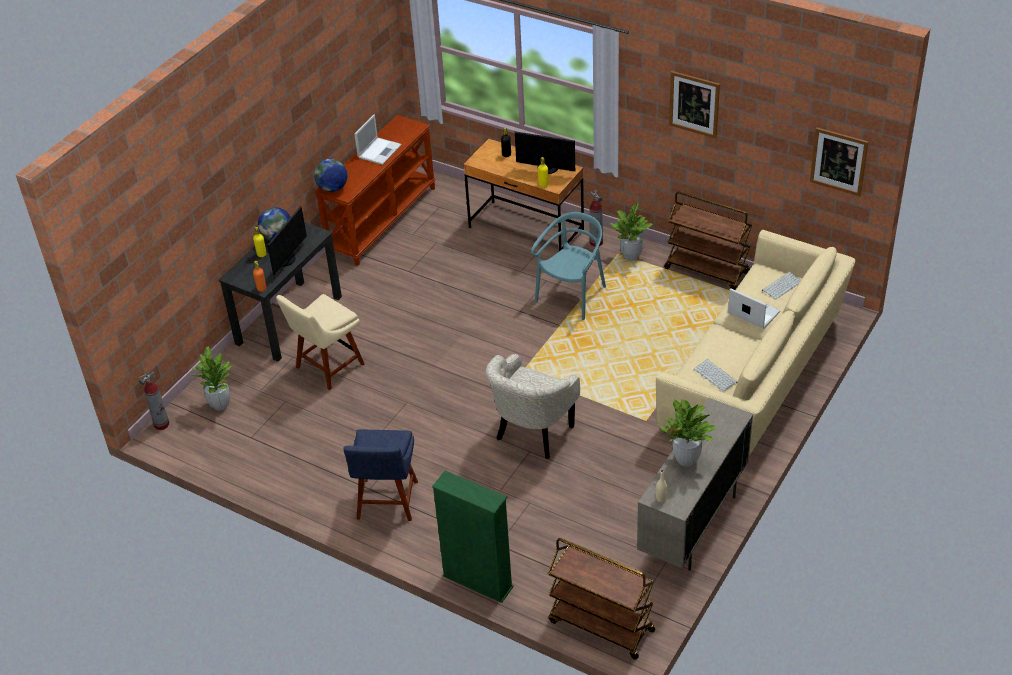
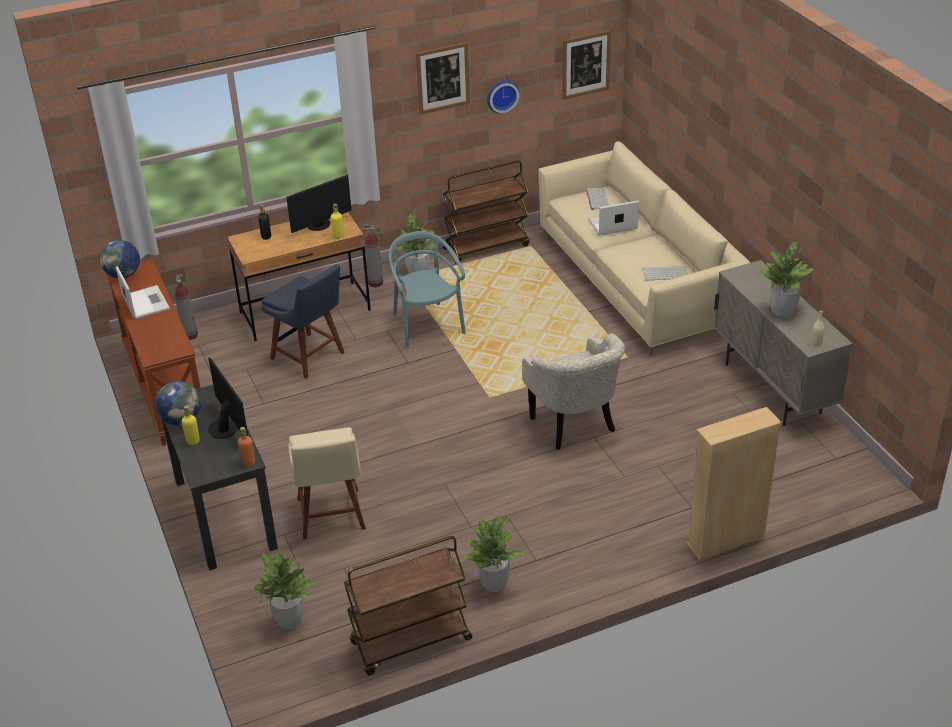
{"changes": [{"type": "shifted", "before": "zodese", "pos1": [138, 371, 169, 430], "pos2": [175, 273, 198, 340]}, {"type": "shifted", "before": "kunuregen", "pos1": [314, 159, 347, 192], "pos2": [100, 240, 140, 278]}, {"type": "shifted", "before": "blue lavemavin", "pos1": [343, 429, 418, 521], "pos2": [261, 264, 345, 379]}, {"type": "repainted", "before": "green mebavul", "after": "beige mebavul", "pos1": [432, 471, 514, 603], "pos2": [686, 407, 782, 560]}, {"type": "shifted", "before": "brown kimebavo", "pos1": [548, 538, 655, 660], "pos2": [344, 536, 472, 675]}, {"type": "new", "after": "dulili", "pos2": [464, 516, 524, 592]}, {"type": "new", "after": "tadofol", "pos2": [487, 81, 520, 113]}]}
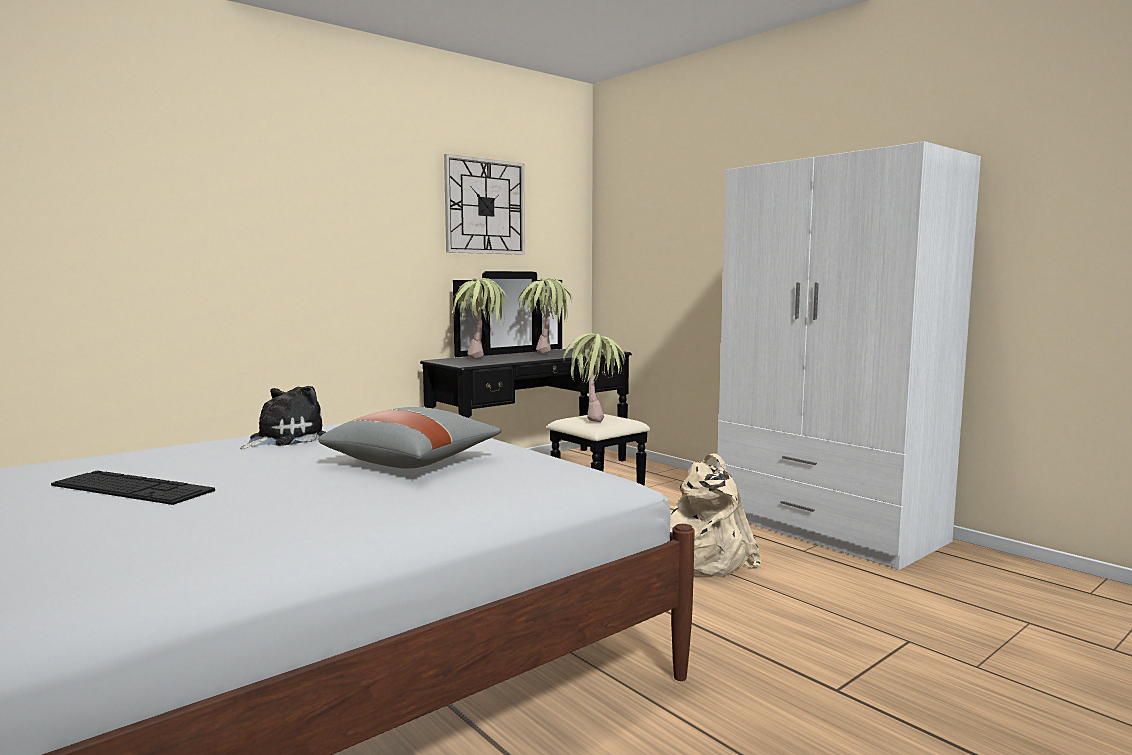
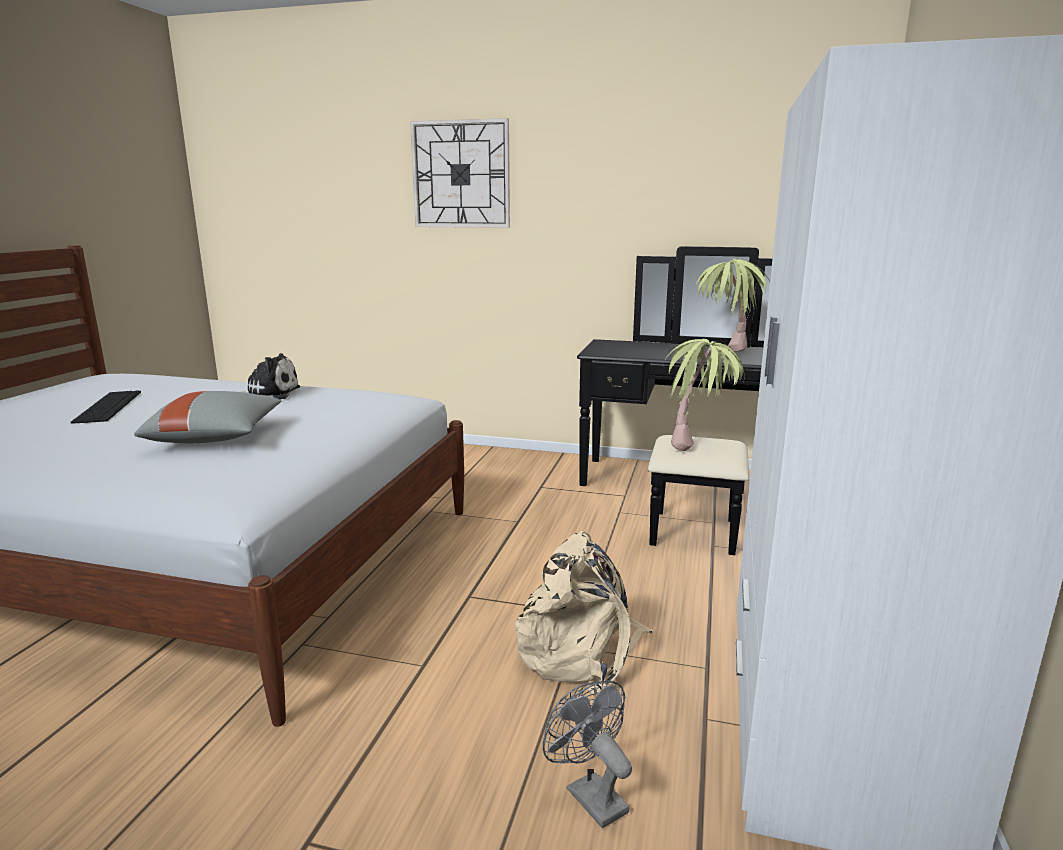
{"changes": [{"type": "shifted", "before": "tadofol", "pos1": [444, 154, 525, 255], "pos2": [410, 118, 510, 228]}, {"type": "gone", "before": "dulili", "pos1": [451, 278, 508, 359]}, {"type": "new", "after": "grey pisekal", "pos2": [543, 680, 632, 828]}]}
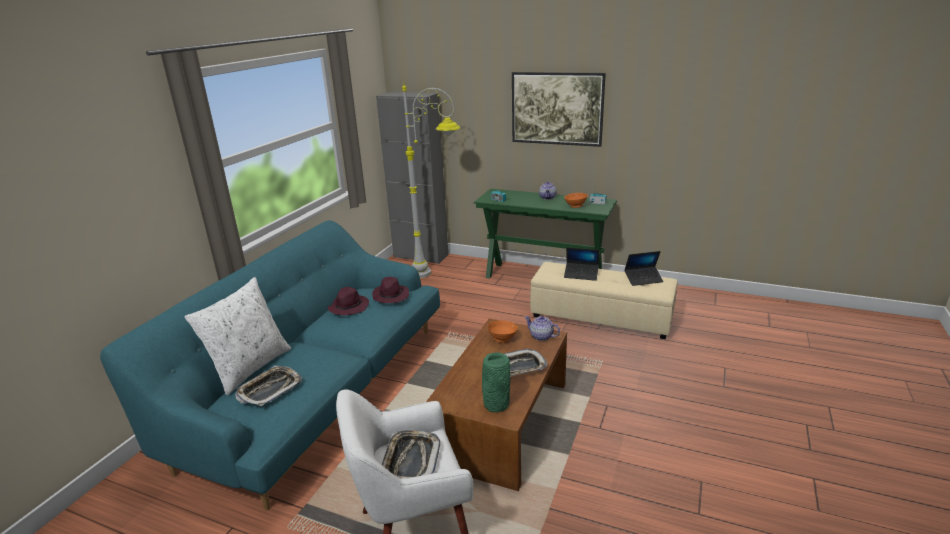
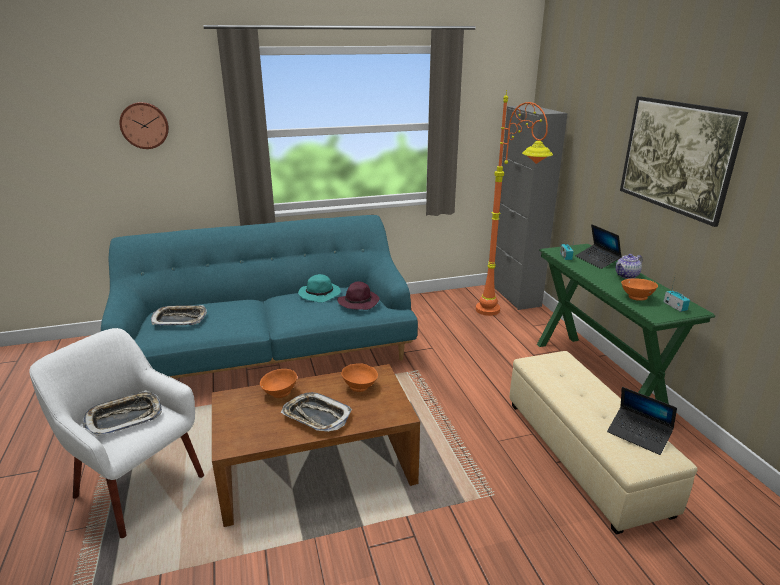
{"changes": [{"type": "gone", "before": "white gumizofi", "pos1": [185, 277, 291, 395]}, {"type": "repainted", "before": "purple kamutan", "after": "turquoise kamutan", "pos1": [327, 287, 369, 315], "pos2": [298, 274, 341, 303]}, {"type": "repainted", "before": "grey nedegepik", "after": "orange nedegepik", "pos1": [402, 81, 460, 278], "pos2": [476, 90, 553, 316]}, {"type": "gone", "before": "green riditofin", "pos1": [482, 352, 510, 412]}, {"type": "gone", "before": "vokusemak", "pos1": [525, 316, 560, 341]}, {"type": "shifted", "before": "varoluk", "pos1": [564, 247, 599, 281], "pos2": [575, 224, 622, 269]}, {"type": "new", "after": "tadofol", "pos2": [119, 102, 169, 149]}, {"type": "new", "after": "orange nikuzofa", "pos2": [260, 369, 297, 398]}]}
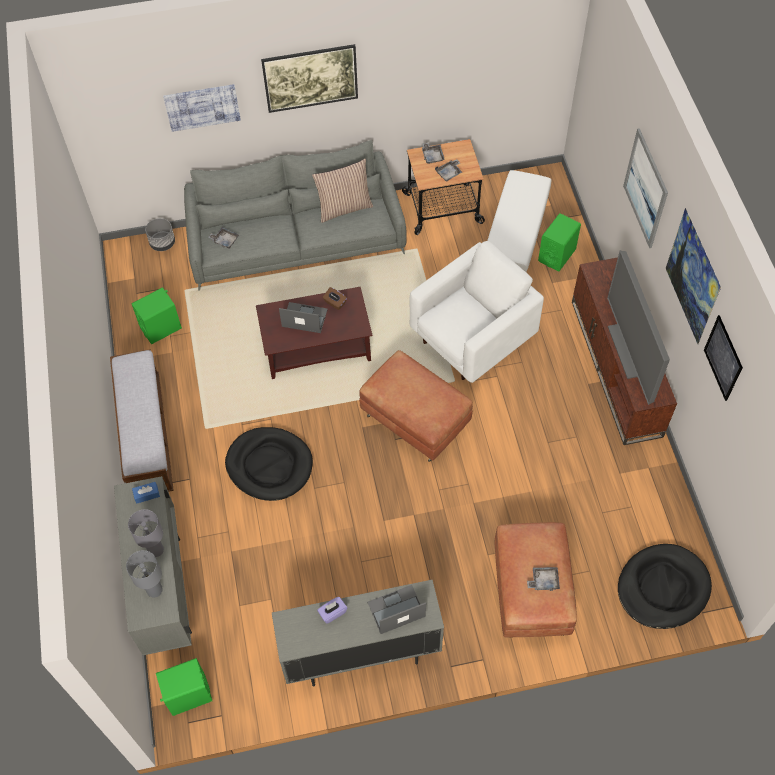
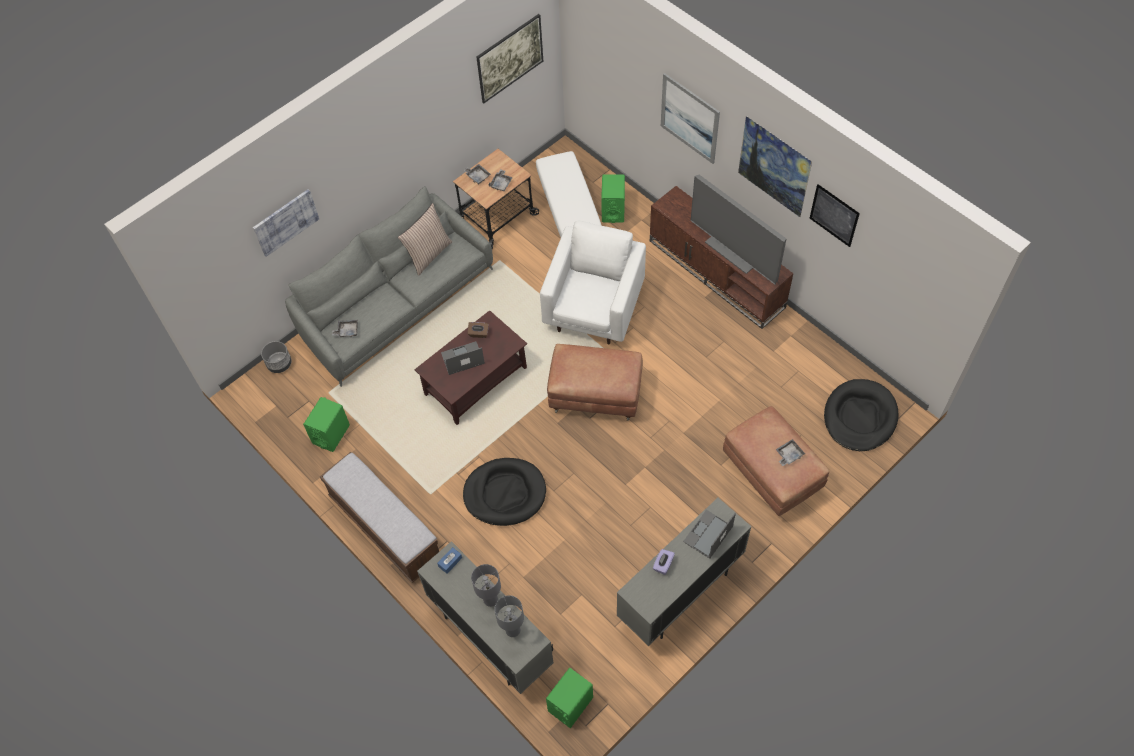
{"changes": [{"type": "shifted", "before": "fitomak", "pos1": [261, 44, 358, 113], "pos2": [476, 14, 543, 103]}]}
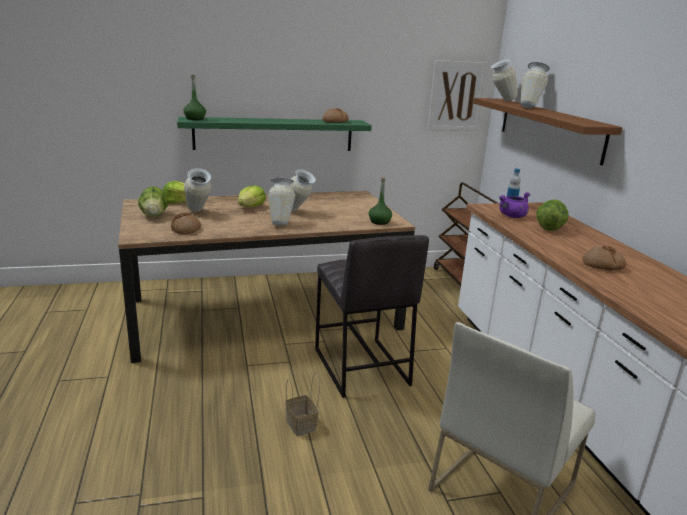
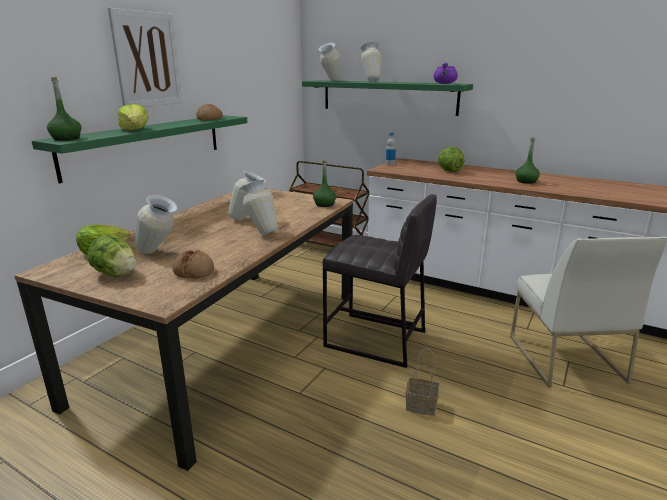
{"changes": [{"type": "shifted", "before": "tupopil", "pos1": [238, 185, 266, 207], "pos2": [118, 104, 149, 130]}, {"type": "shifted", "before": "fitomak", "pos1": [427, 60, 488, 131], "pos2": [108, 8, 182, 107]}, {"type": "repainted", "before": "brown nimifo", "after": "green nimifo", "pos1": [473, 98, 623, 166], "pos2": [302, 80, 473, 116]}, {"type": "shifted", "before": "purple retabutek", "pos1": [499, 192, 531, 218], "pos2": [434, 62, 458, 84]}, {"type": "swapped", "before": "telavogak", "after": "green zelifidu", "pos1": [582, 246, 626, 270], "pos2": [515, 137, 540, 184]}]}
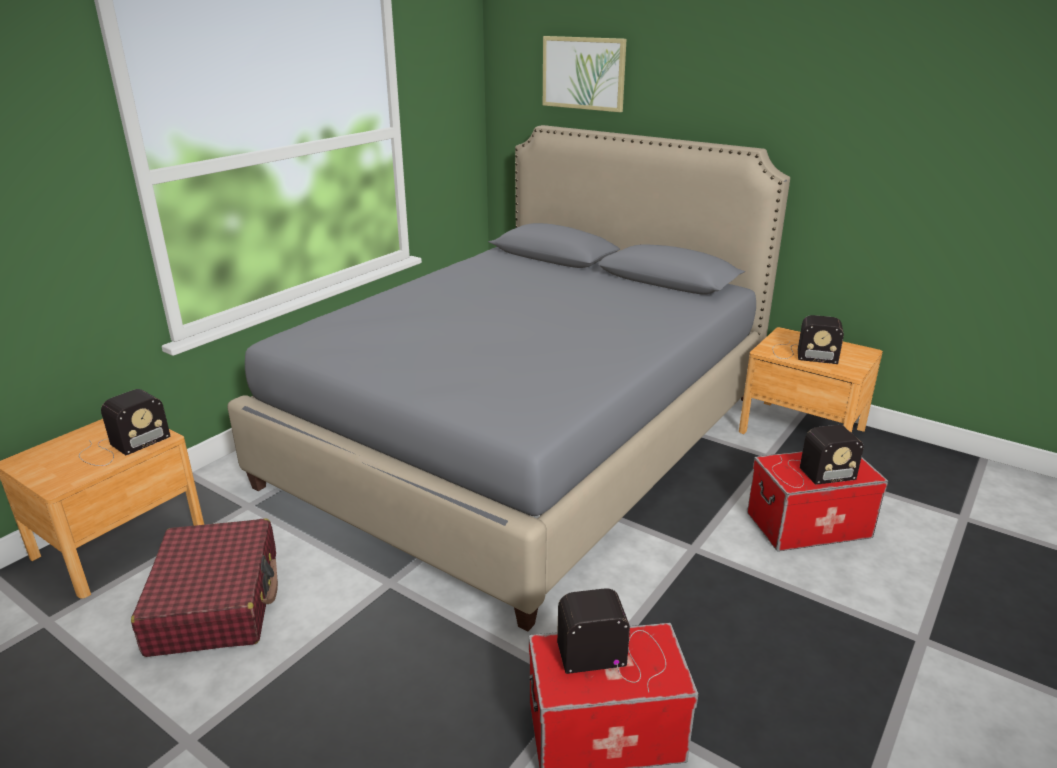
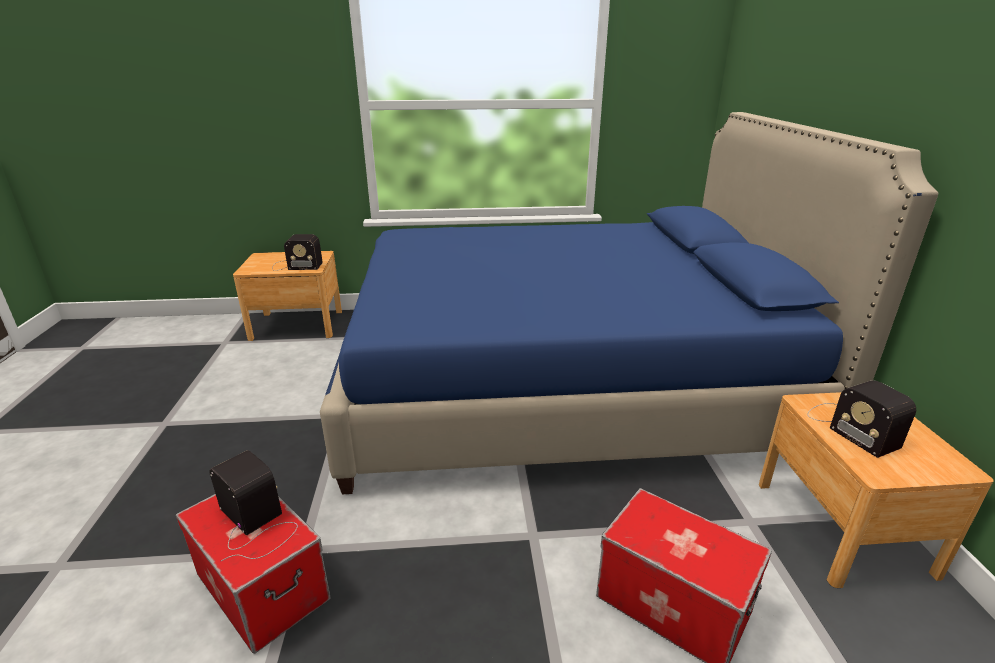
{"changes": [{"type": "gone", "before": "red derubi", "pos1": [131, 518, 278, 657]}, {"type": "repainted", "before": "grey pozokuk", "after": "blue pozokuk", "pos1": [227, 125, 790, 632], "pos2": [320, 112, 938, 494]}, {"type": "gone", "before": "fitomak", "pos1": [543, 36, 627, 112]}, {"type": "gone", "before": "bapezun", "pos1": [772, 425, 864, 488]}]}
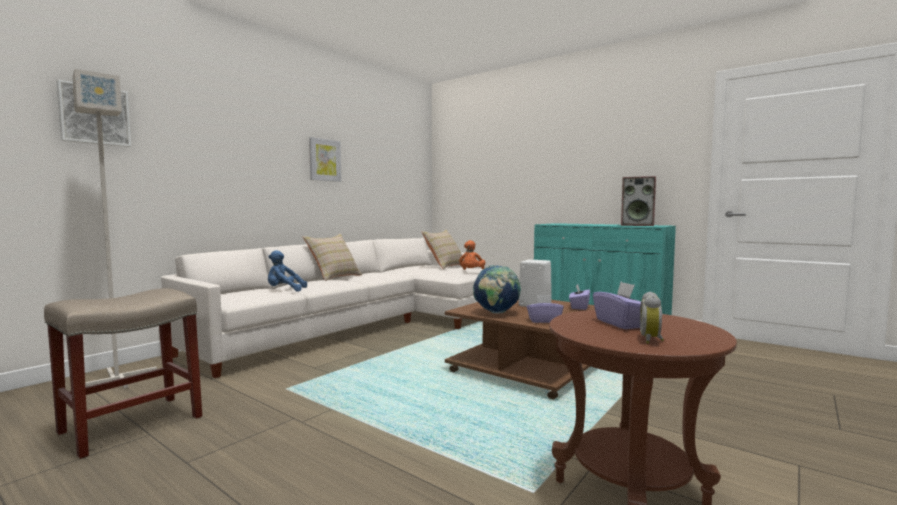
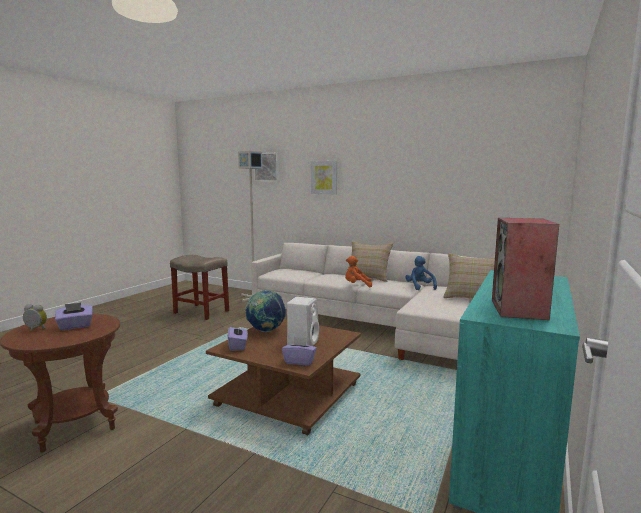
{"changes": [{"type": "shifted", "before": "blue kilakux", "pos1": [268, 250, 307, 292], "pos2": [405, 256, 437, 290]}, {"type": "shifted", "before": "fitomak", "pos1": [309, 137, 341, 182], "pos2": [311, 161, 337, 194]}, {"type": "shifted", "before": "orange kilakux", "pos1": [459, 240, 486, 270], "pos2": [345, 256, 372, 287]}]}
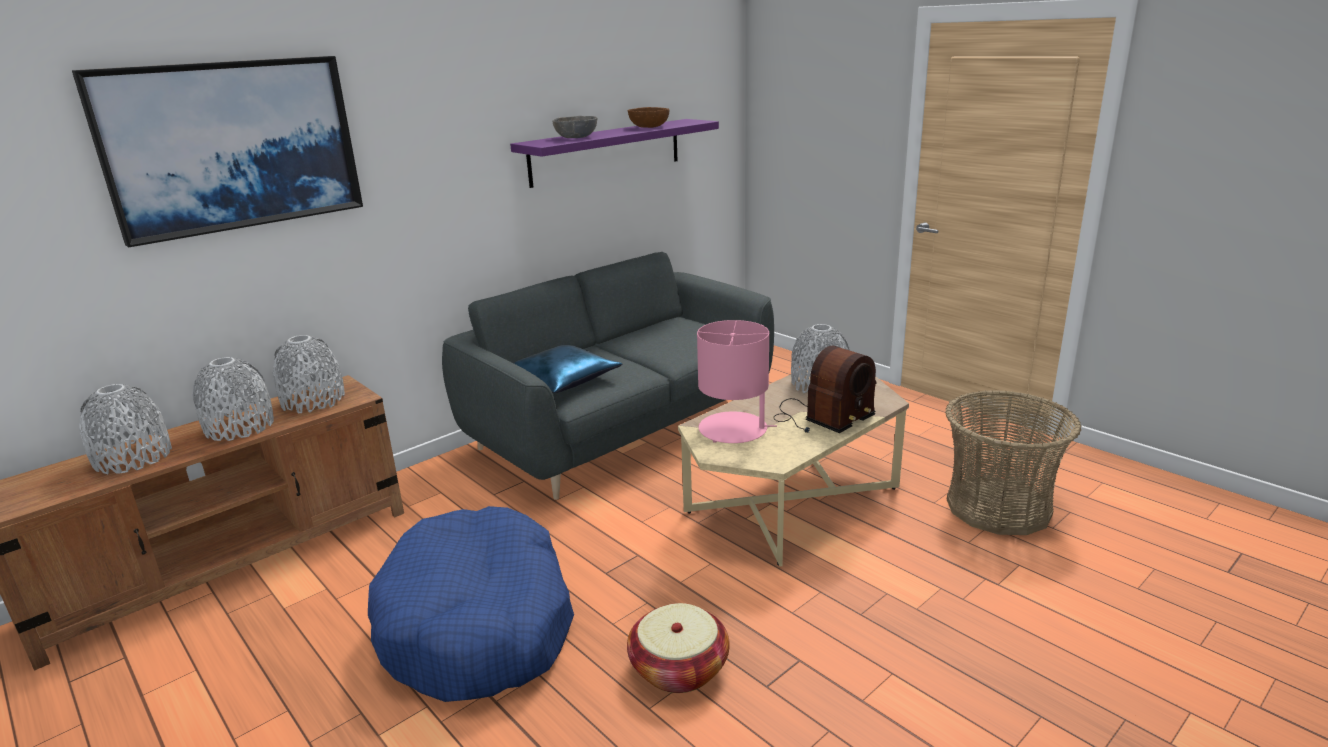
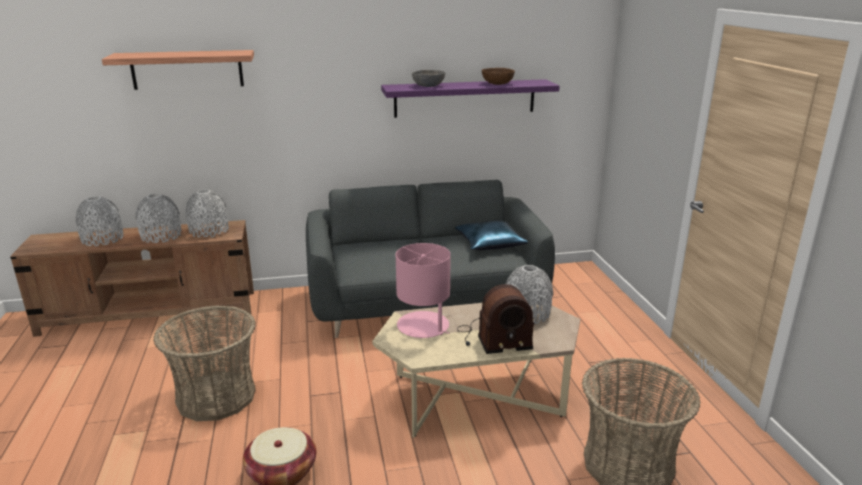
{"changes": [{"type": "swapped", "before": "fitomak", "after": "nimifo", "pos1": [72, 56, 363, 247], "pos2": [102, 50, 254, 90]}, {"type": "swapped", "before": "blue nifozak", "after": "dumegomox", "pos1": [368, 506, 574, 702], "pos2": [153, 305, 256, 421]}, {"type": "shifted", "before": "blue gumizofi", "pos1": [514, 345, 623, 393], "pos2": [455, 221, 528, 250]}]}
